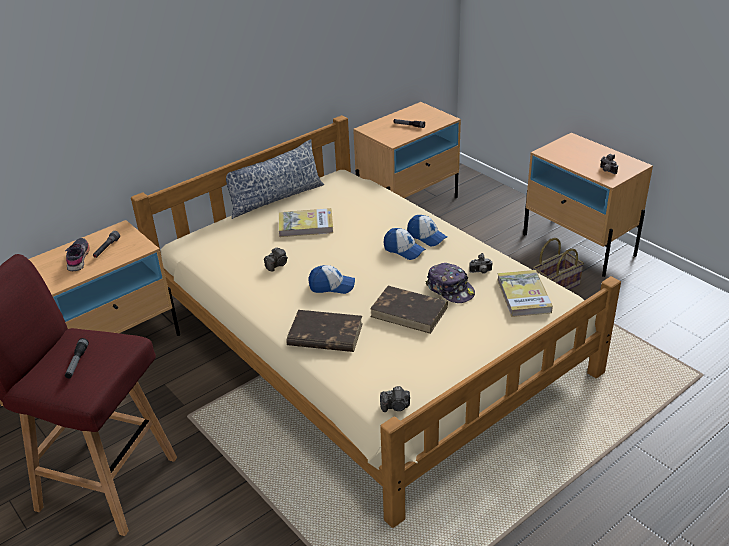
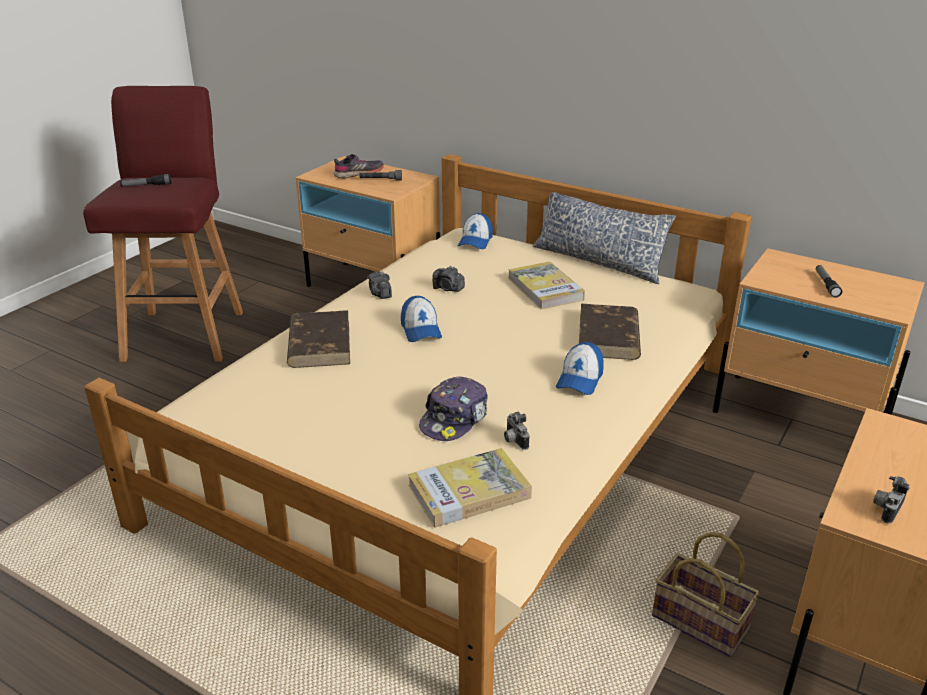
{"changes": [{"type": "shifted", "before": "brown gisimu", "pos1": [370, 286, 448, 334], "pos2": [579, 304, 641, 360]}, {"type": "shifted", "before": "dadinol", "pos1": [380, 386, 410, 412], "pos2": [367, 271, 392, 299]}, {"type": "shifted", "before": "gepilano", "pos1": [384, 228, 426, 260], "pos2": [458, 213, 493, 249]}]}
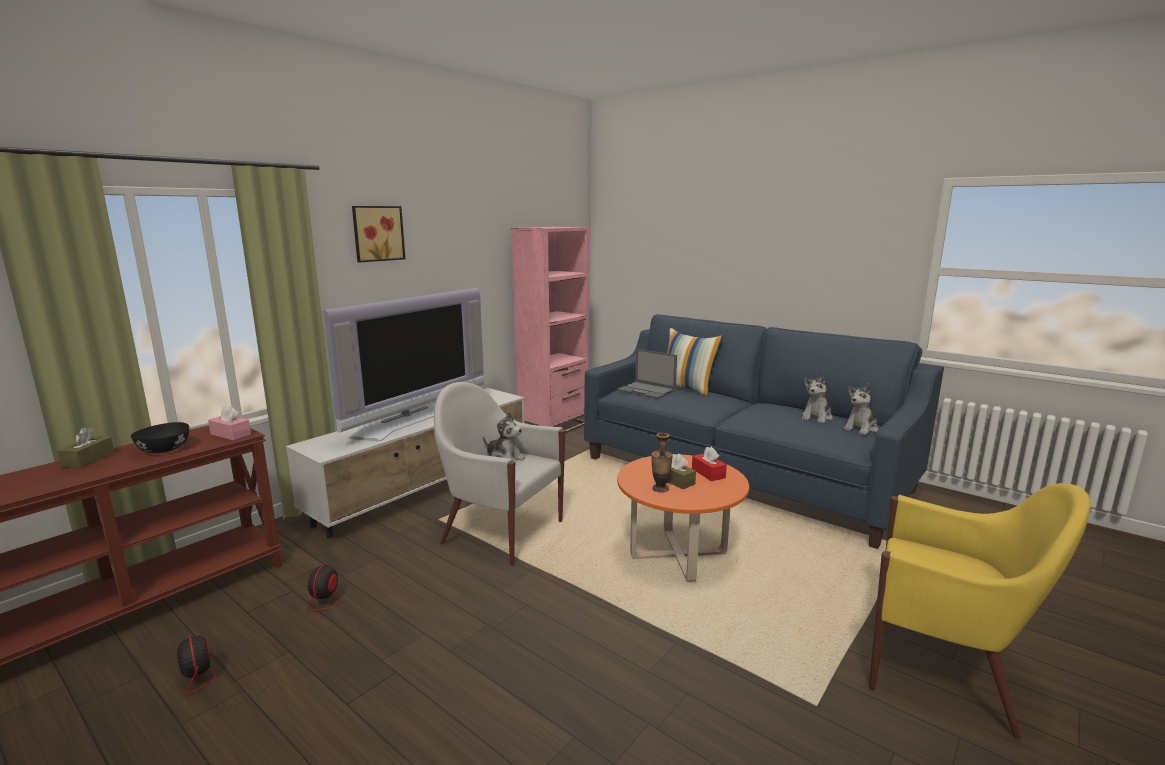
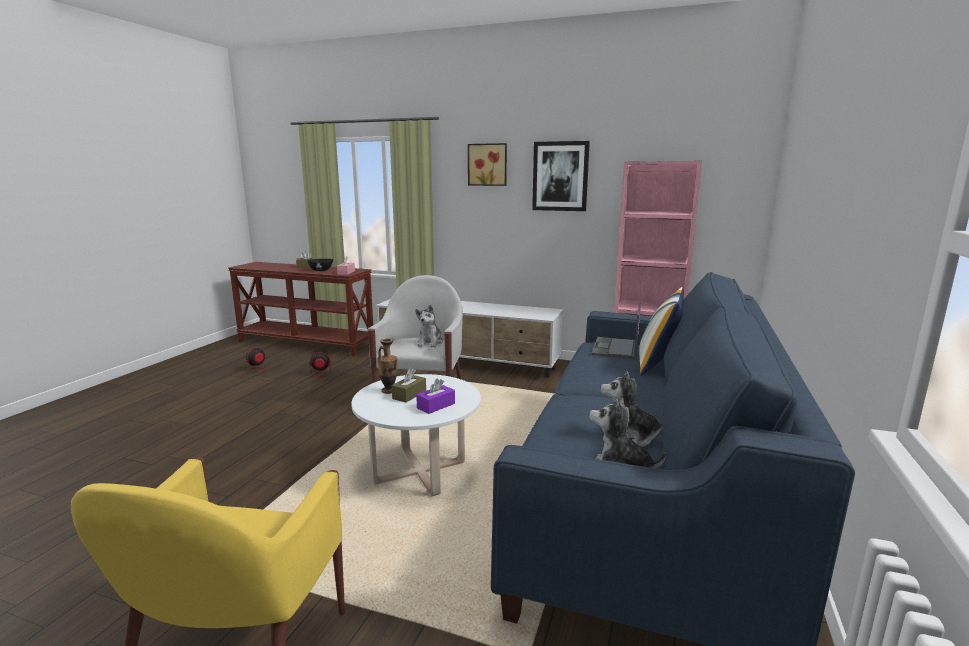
{"changes": [{"type": "gone", "before": "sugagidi", "pos1": [323, 288, 484, 441]}, {"type": "repainted", "before": "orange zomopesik", "after": "white zomopesik", "pos1": [617, 454, 749, 582], "pos2": [351, 374, 481, 496]}, {"type": "repainted", "before": "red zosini", "after": "purple zosini", "pos1": [692, 447, 727, 481], "pos2": [416, 378, 455, 414]}, {"type": "new", "after": "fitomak", "pos2": [532, 141, 590, 211]}]}
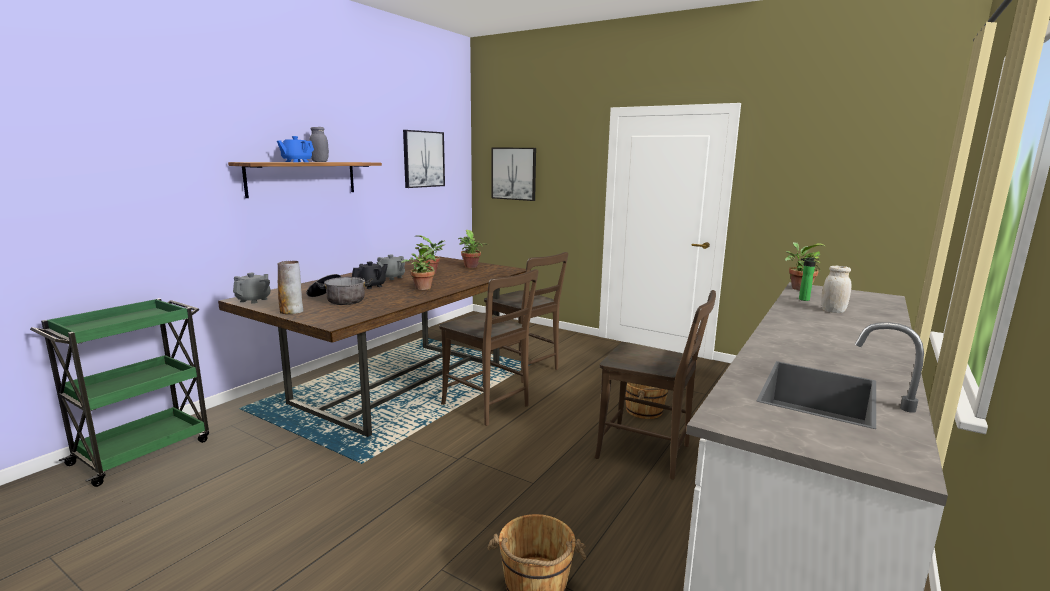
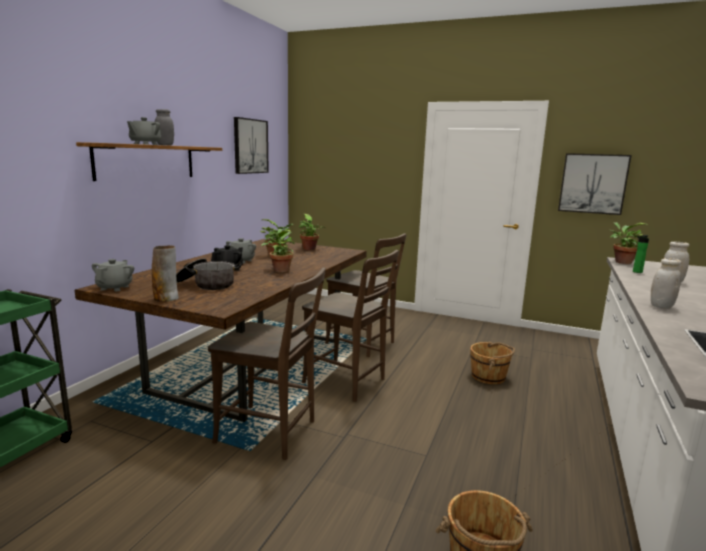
{"changes": [{"type": "repainted", "before": "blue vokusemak", "after": "grey vokusemak", "pos1": [277, 136, 314, 162], "pos2": [127, 117, 162, 145]}, {"type": "shifted", "before": "fitomak", "pos1": [491, 148, 536, 201], "pos2": [558, 153, 631, 215]}, {"type": "shifted", "before": "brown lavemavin", "pos1": [594, 290, 716, 480], "pos2": [208, 268, 326, 460]}, {"type": "new", "after": "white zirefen", "pos2": [651, 258, 681, 309]}]}
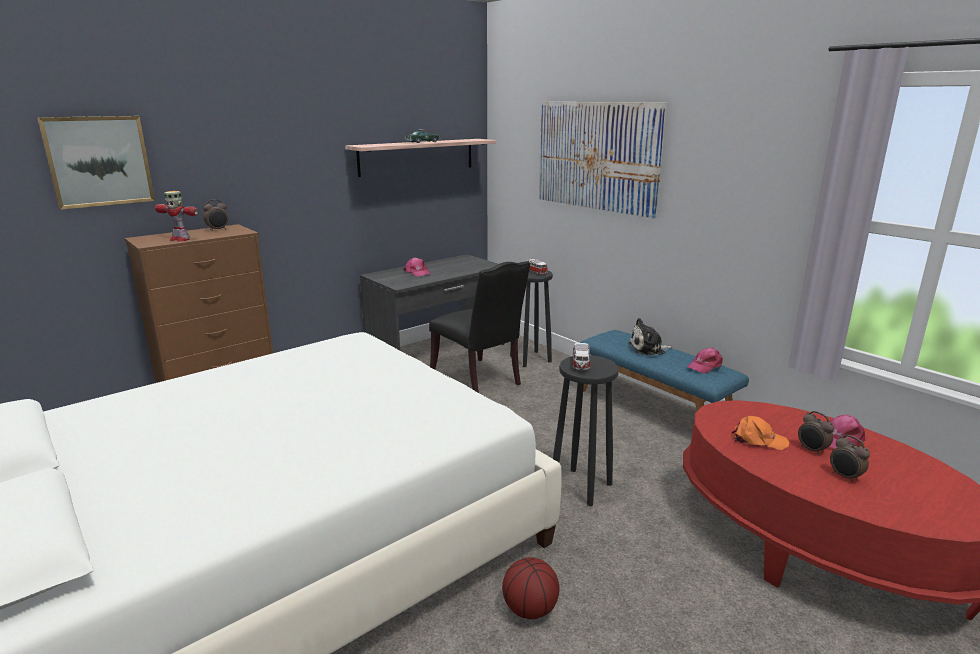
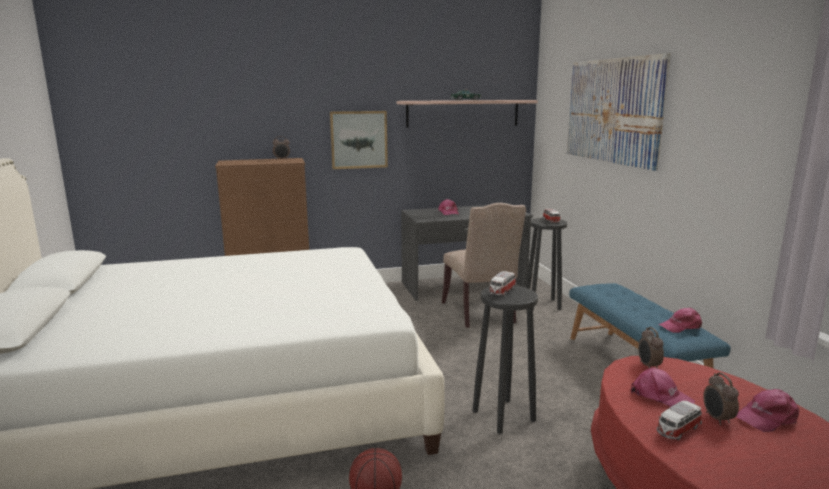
{"changes": [{"type": "shifted", "before": "fitomak", "pos1": [37, 116, 155, 210], "pos2": [330, 111, 388, 169]}, {"type": "gone", "before": "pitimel", "pos1": [155, 191, 198, 242]}, {"type": "repainted", "before": "black lavemavin", "after": "beige lavemavin", "pos1": [429, 261, 530, 393], "pos2": [442, 203, 526, 328]}, {"type": "gone", "before": "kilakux", "pos1": [628, 318, 673, 356]}, {"type": "repainted", "before": "orange gepilano", "after": "pink gepilano", "pos1": [731, 416, 789, 450], "pos2": [631, 367, 695, 407]}, {"type": "shifted", "before": "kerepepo", "pos1": [830, 435, 870, 483], "pos2": [638, 327, 664, 369]}, {"type": "new", "after": "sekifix", "pos2": [657, 401, 702, 441]}]}
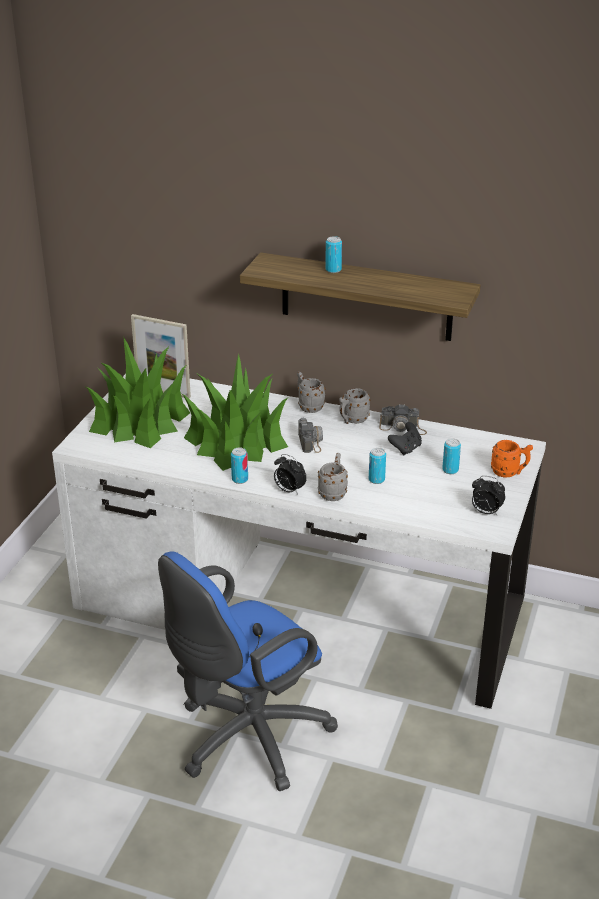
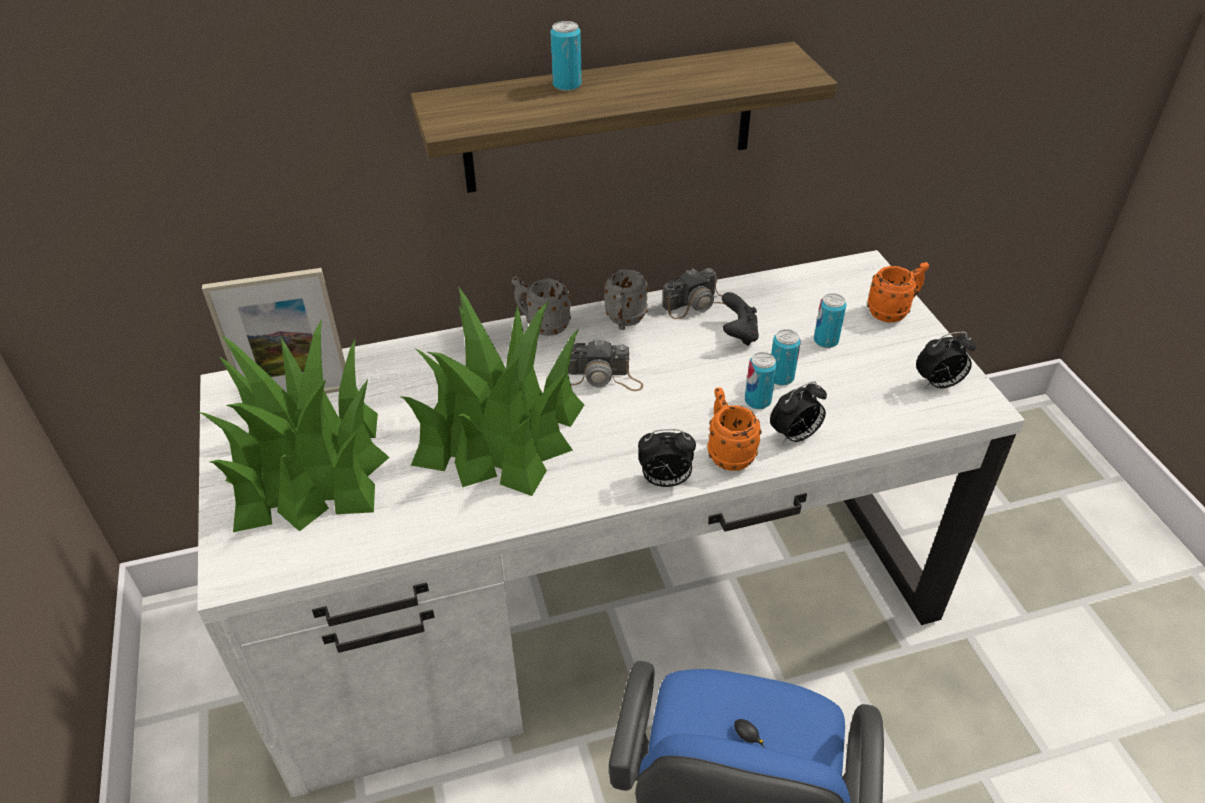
{"changes": [{"type": "shifted", "before": "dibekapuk", "pos1": [231, 447, 248, 484], "pos2": [771, 329, 801, 386]}, {"type": "rotated", "before": "dadinol", "pos1": [298, 418, 323, 453], "pos2": [568, 339, 643, 391], "turn": 135}, {"type": "repainted", "before": "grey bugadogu", "after": "orange bugadogu", "pos1": [318, 453, 348, 501], "pos2": [707, 387, 762, 471]}, {"type": "new", "after": "kerepepo", "pos2": [770, 381, 827, 444]}]}
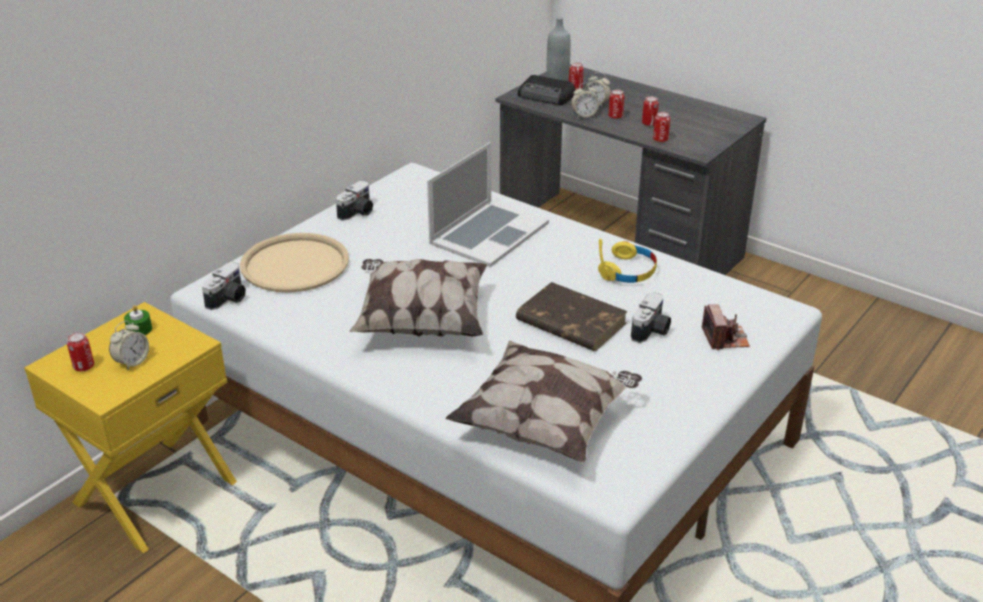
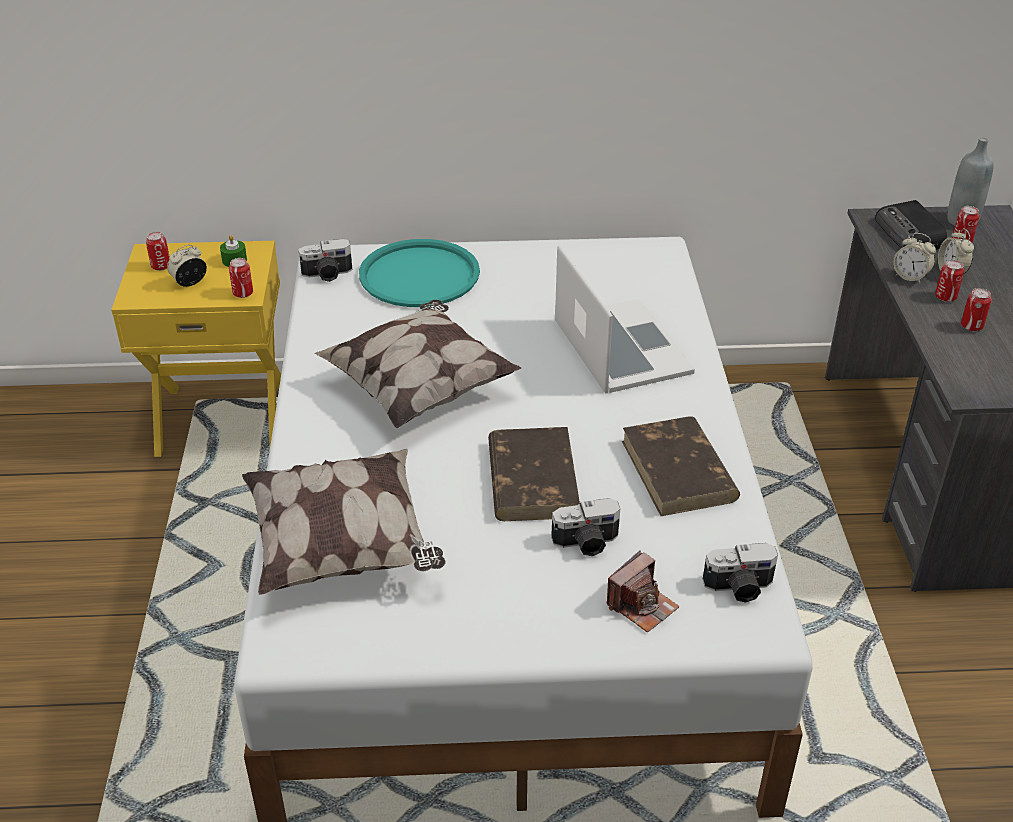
{"changes": [{"type": "rotated", "before": "kerepepo", "pos1": [109, 320, 149, 370], "pos2": [167, 245, 207, 287], "turn": 150}, {"type": "repainted", "before": "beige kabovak", "after": "turquoise kabovak", "pos1": [240, 233, 349, 293], "pos2": [359, 239, 480, 307]}, {"type": "shifted", "before": "dadinol", "pos1": [336, 180, 373, 221], "pos2": [703, 543, 778, 603]}, {"type": "rotated", "before": "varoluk", "pos1": [427, 142, 549, 267], "pos2": [555, 245, 695, 393], "turn": -105}, {"type": "swapped", "before": "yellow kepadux", "after": "brown gisimu", "pos1": [598, 239, 657, 283], "pos2": [622, 416, 740, 516]}, {"type": "shifted", "before": "dibekapuk", "pos1": [653, 112, 670, 143], "pos2": [229, 258, 253, 298]}]}
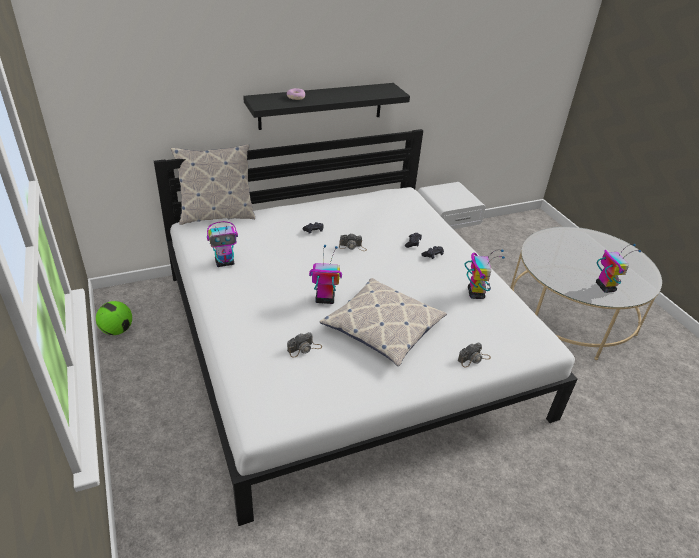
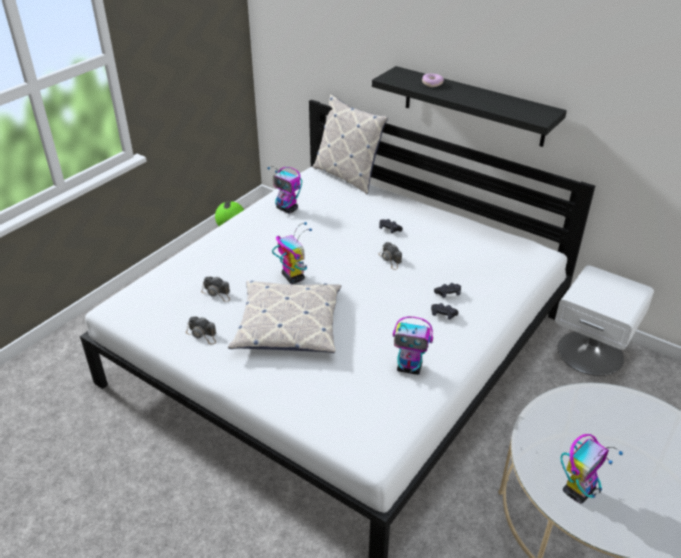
{"changes": [{"type": "shifted", "before": "dadinol", "pos1": [458, 343, 491, 367], "pos2": [186, 317, 216, 345]}, {"type": "rotated", "before": "pitimel", "pos1": [464, 249, 505, 299], "pos2": [393, 316, 433, 375], "turn": 45}]}
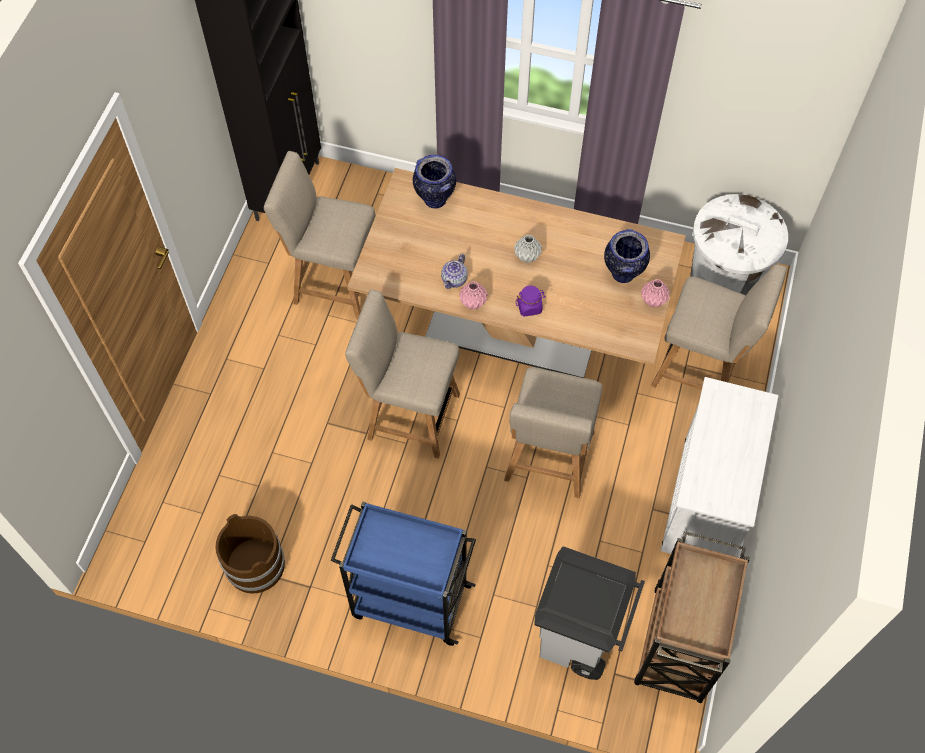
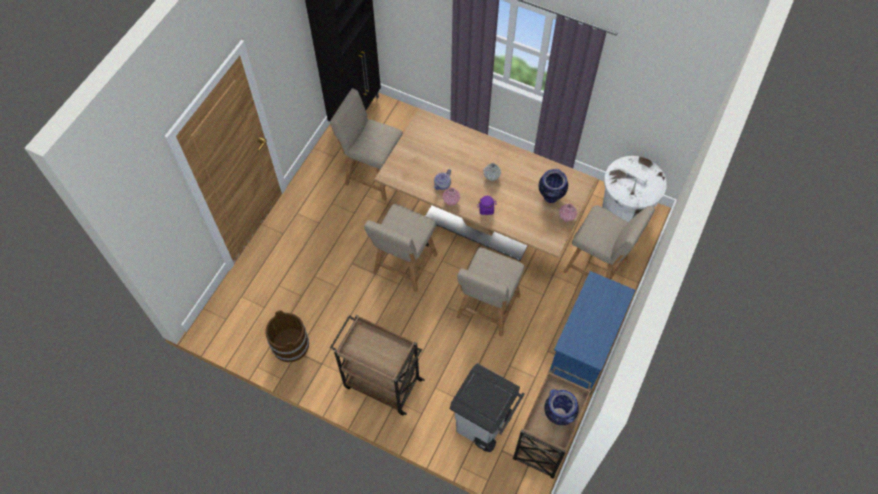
{"changes": [{"type": "repainted", "before": "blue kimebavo", "after": "brown kimebavo", "pos1": [331, 501, 476, 646], "pos2": [330, 314, 425, 415]}, {"type": "rotated", "before": "beige lavemavin", "pos1": [345, 289, 460, 459], "pos2": [364, 204, 438, 292], "turn": -90}, {"type": "shifted", "before": "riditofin", "pos1": [413, 155, 456, 209], "pos2": [544, 389, 579, 425]}, {"type": "repainted", "before": "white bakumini", "after": "blue bakumini", "pos1": [660, 377, 778, 556], "pos2": [550, 271, 635, 389]}]}
